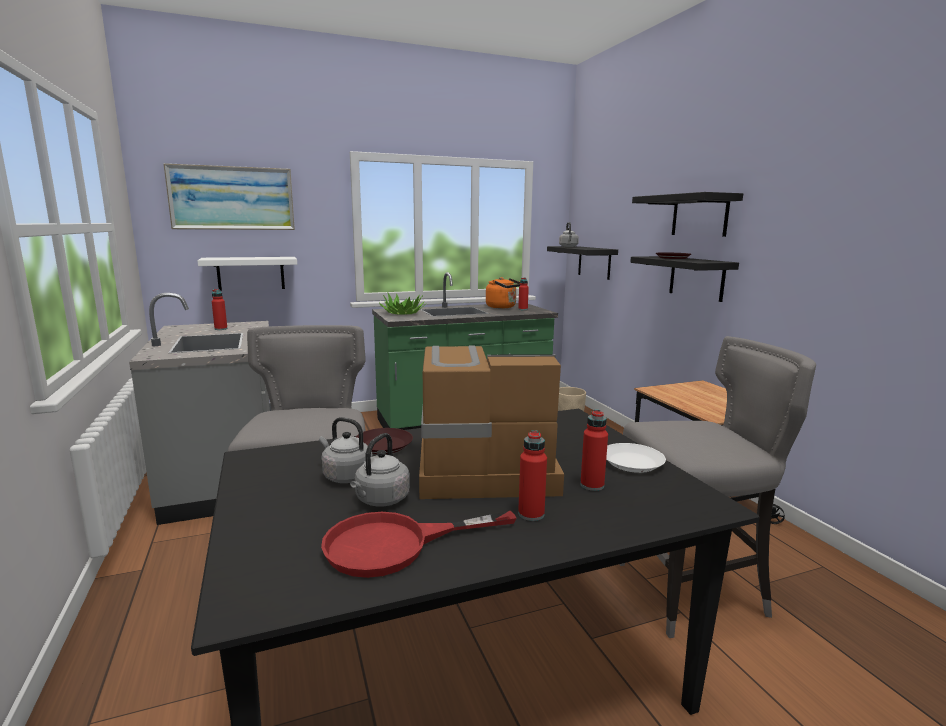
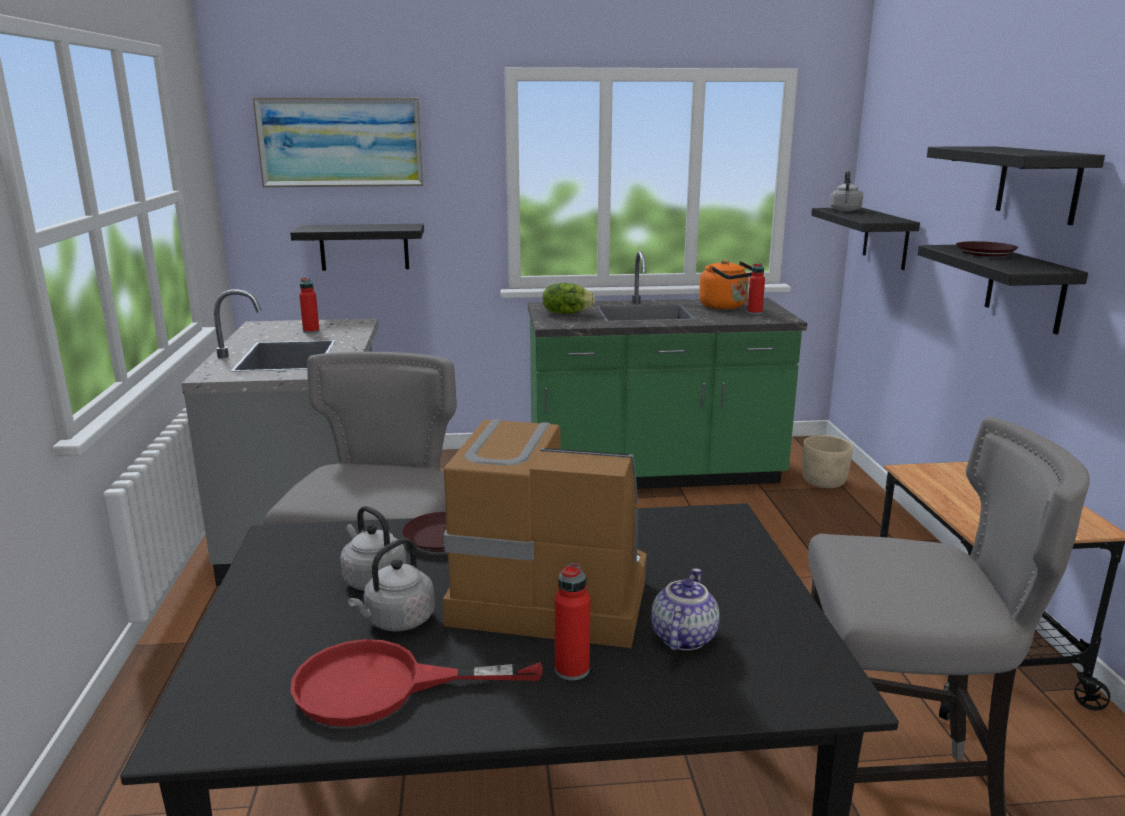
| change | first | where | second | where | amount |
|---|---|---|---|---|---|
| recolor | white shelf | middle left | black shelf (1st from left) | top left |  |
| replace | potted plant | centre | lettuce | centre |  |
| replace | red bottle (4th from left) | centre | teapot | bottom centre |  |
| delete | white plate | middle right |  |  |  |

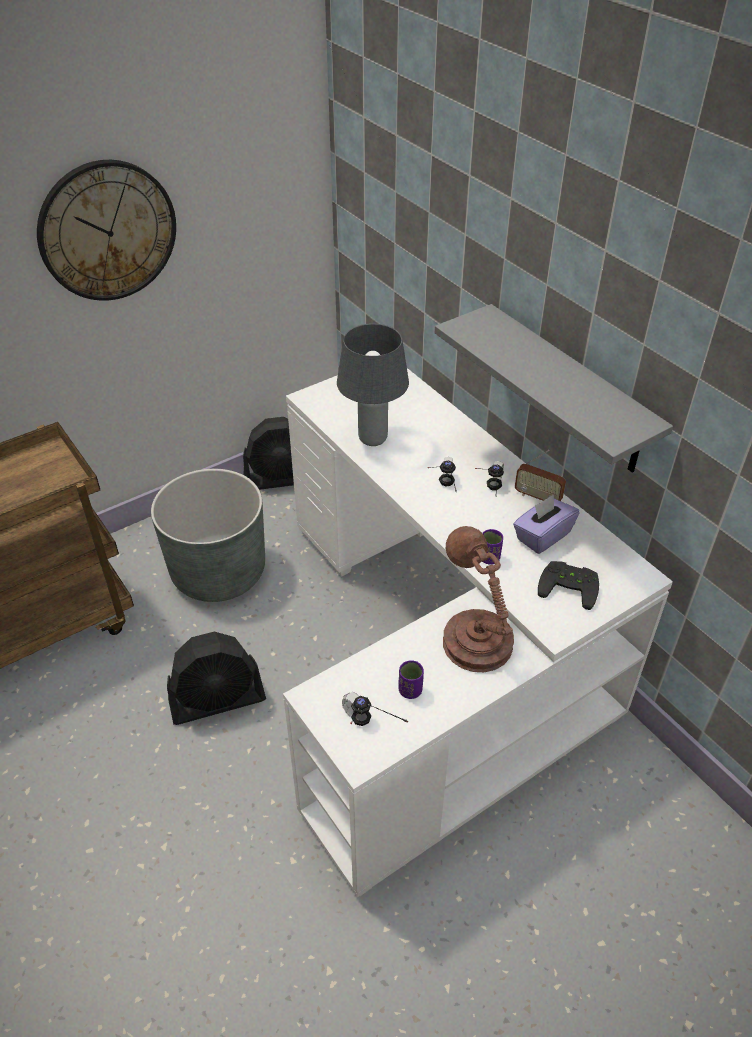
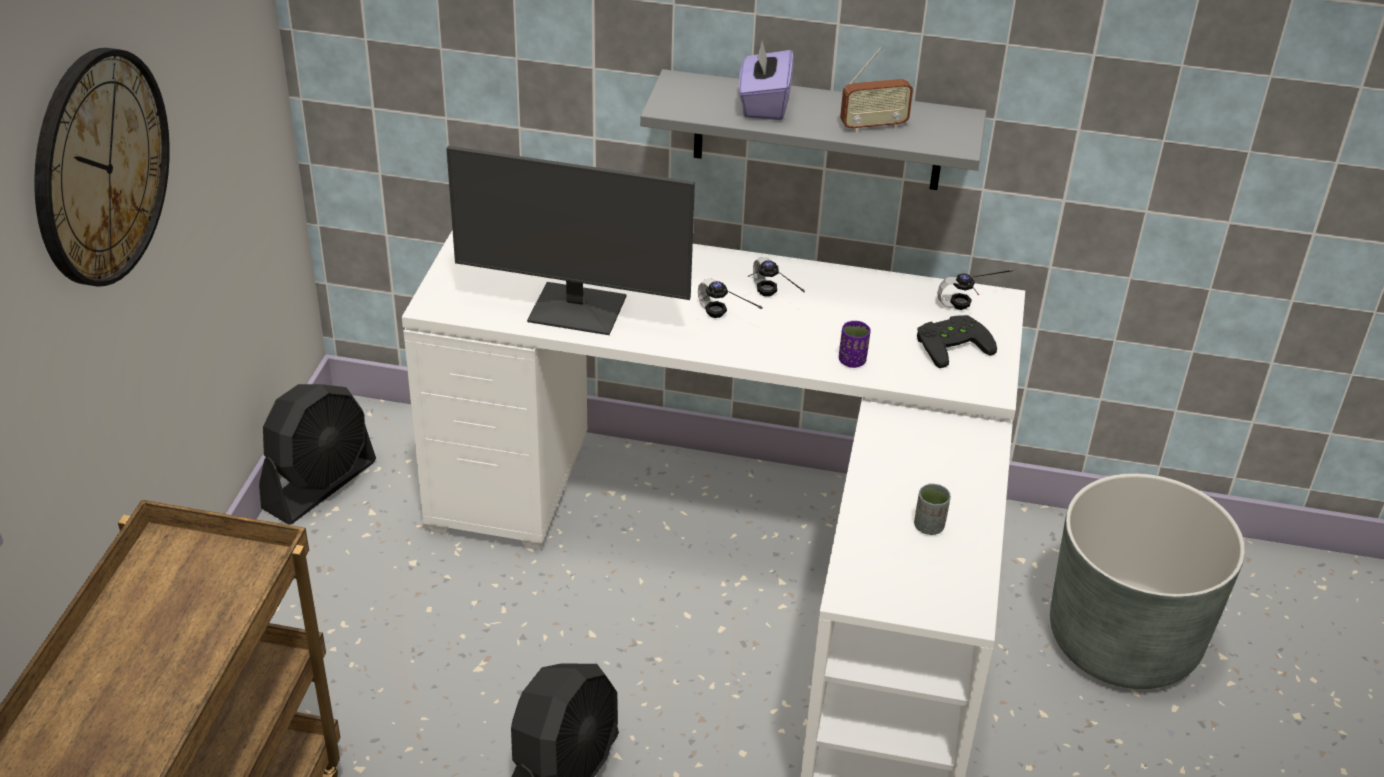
| change | first | where | second | where | amount |
|---|---|---|---|---|---|
| move | grey planter | middle left |  | bottom right |  |
| replace | grey table lamp | centre | monitor | top centre |  |
| move | headphones (1st from left in the first image) | bottom centre | headphones (3rd from left) | middle right |  |
| recolor | purple cup (1st from left) | centre | grey cup | middle right |  |
| delete | brown table lamp | centre |  |  |  |
| move | purple tissue box | middle right |  | top centre |  |
| move | radio | middle right |  | top centre |  |

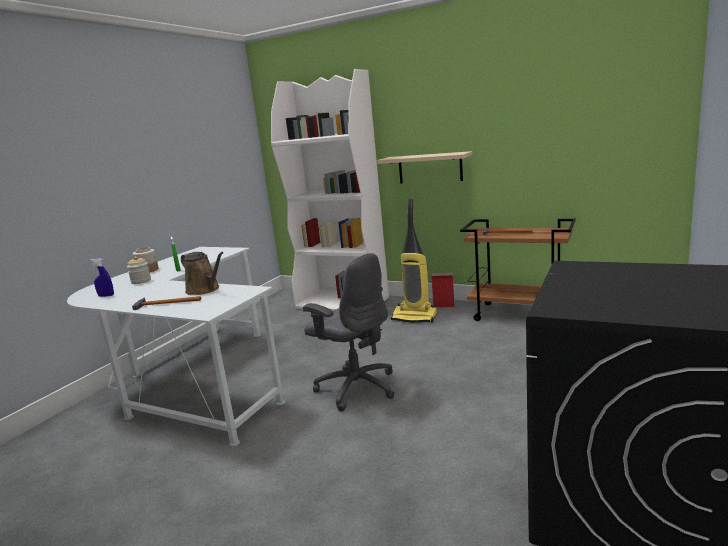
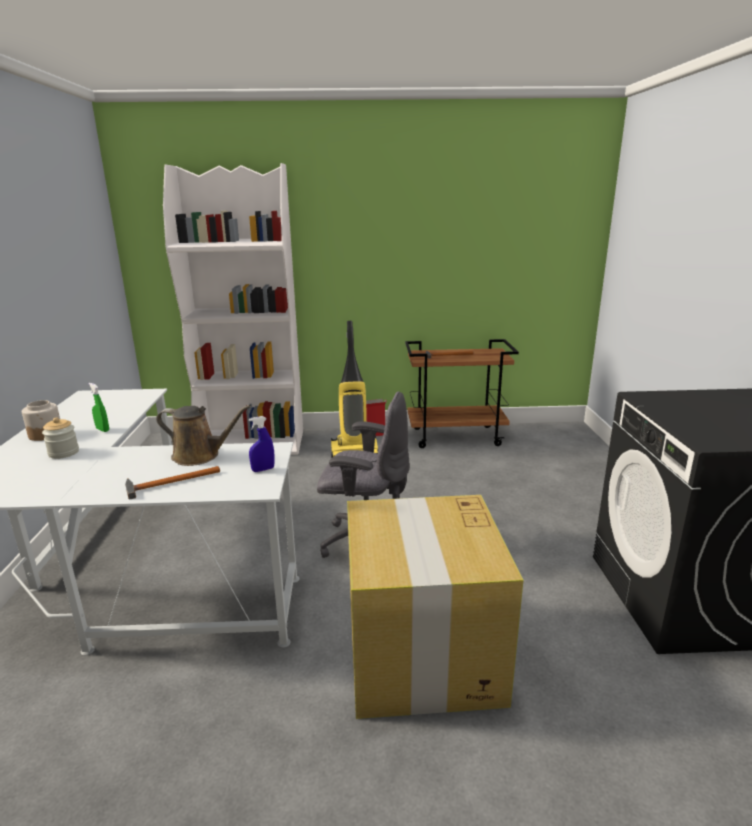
| change | first | where | second | where | amount |
|---|---|---|---|---|---|
| move | blue spray bottle | middle left |  | centre |  |
| delete | beige shelf | top centre |  |  |  |
| insert |  |  | cardboard box (2nd from left) | bottom centre |  |

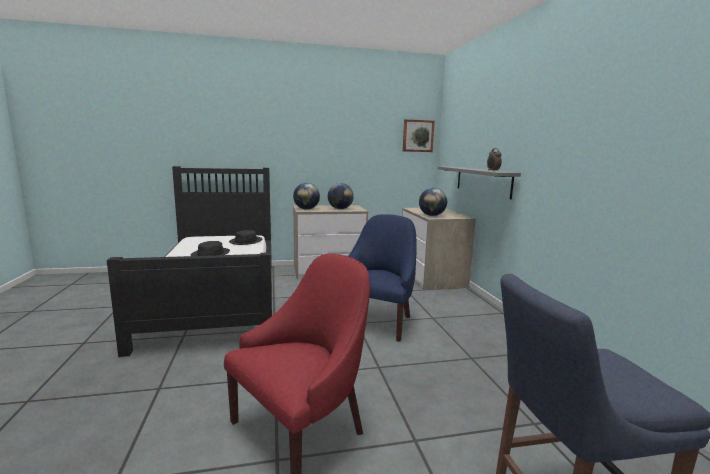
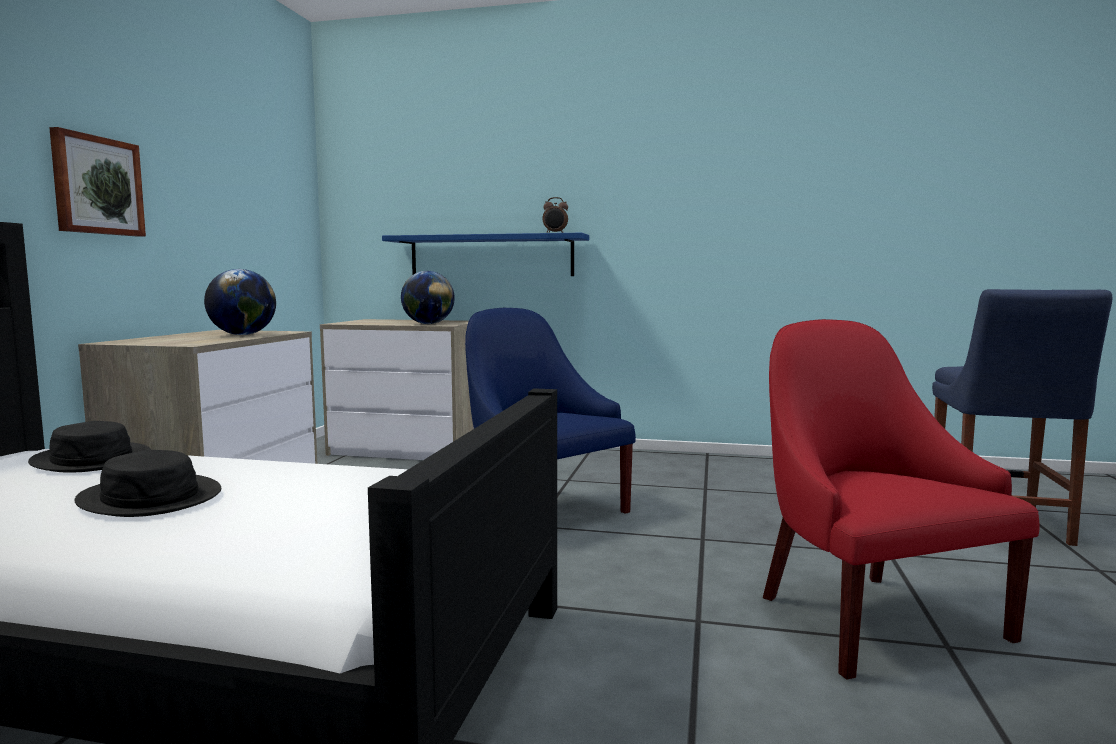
| change | first | where | second | where | amount |
|---|---|---|---|---|---|
| delete | globe (1st from left) | centre |  |  |  |
| move | picture | top centre |  | top left |  |
| recolor | grey shelf | middle right | blue shelf | centre |  |

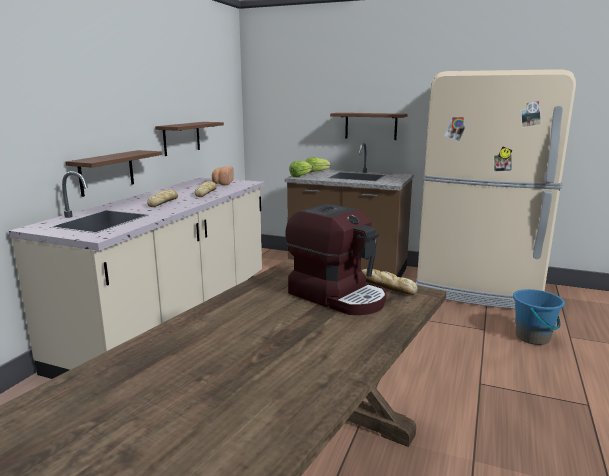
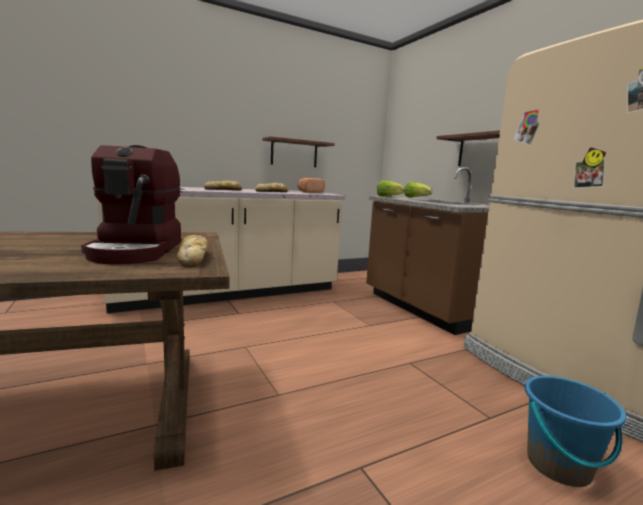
| change | first | where | second | where | amount |
|---|---|---|---|---|---|
| delete | shelf (1st from left) | middle left |  |  |  |

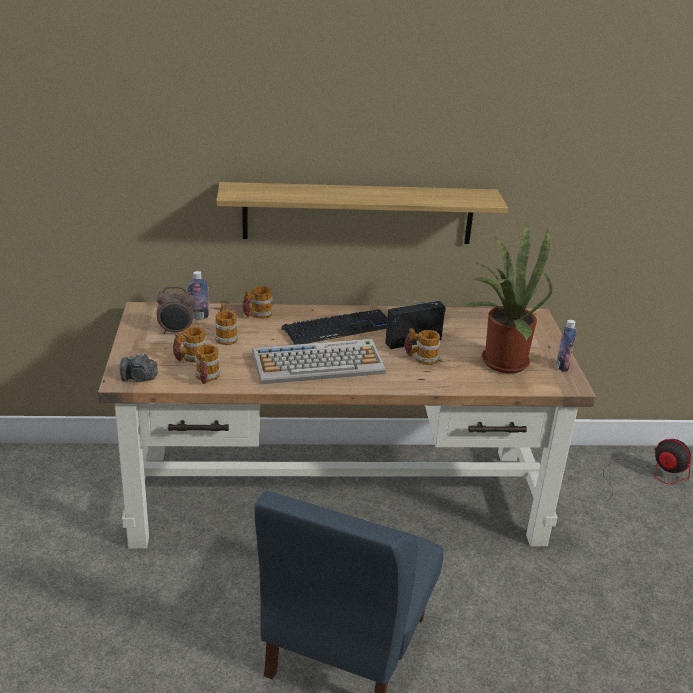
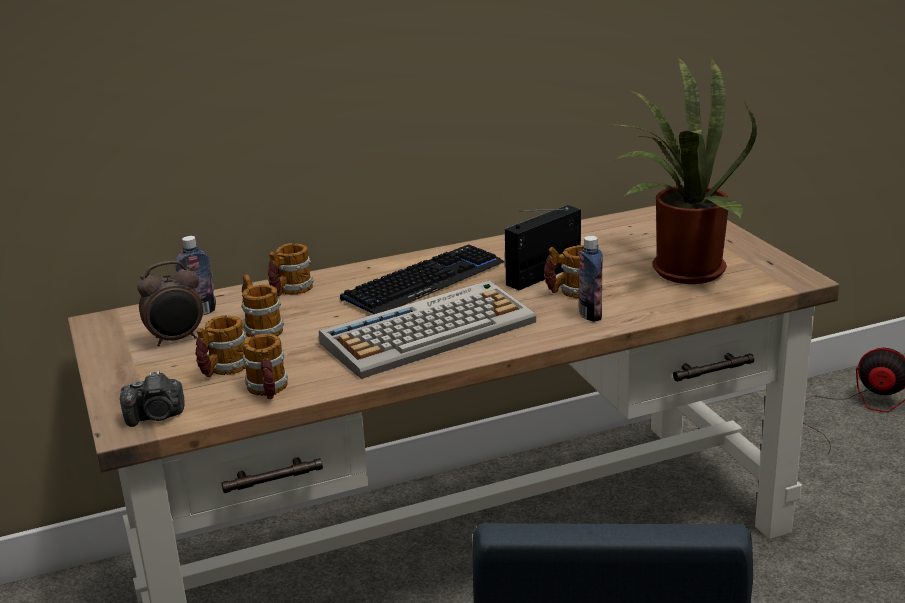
| change | first | where | second | where | amount |
|---|---|---|---|---|---|
| delete | shelf | top centre |  |  |  |
| move | bottle (2nd from left) | middle right |  | centre |  |

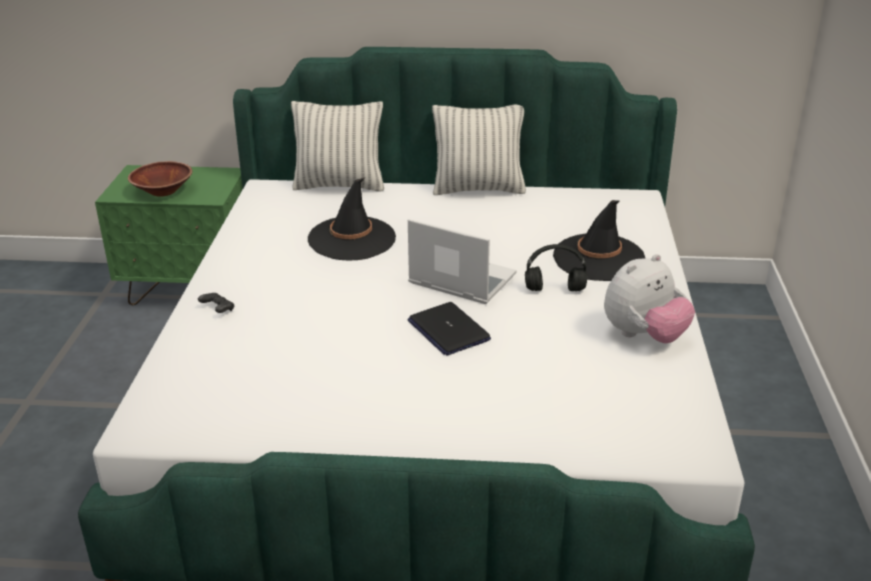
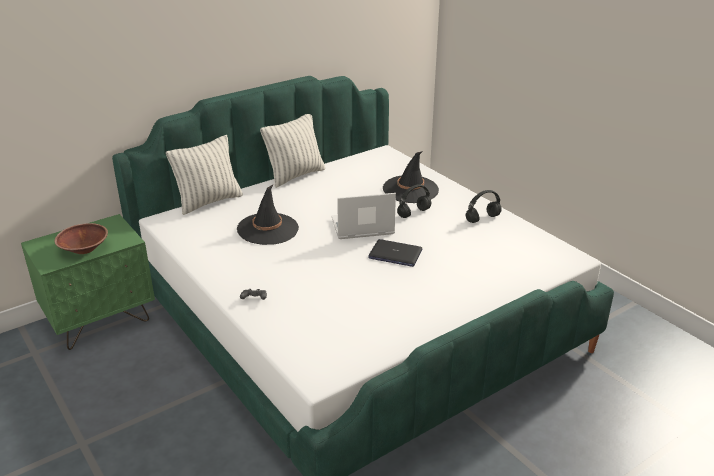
| change | first | where | second | where | amount |
|---|---|---|---|---|---|
| replace | plush toy | middle right | black headphones (2nd from left) | middle right |  |

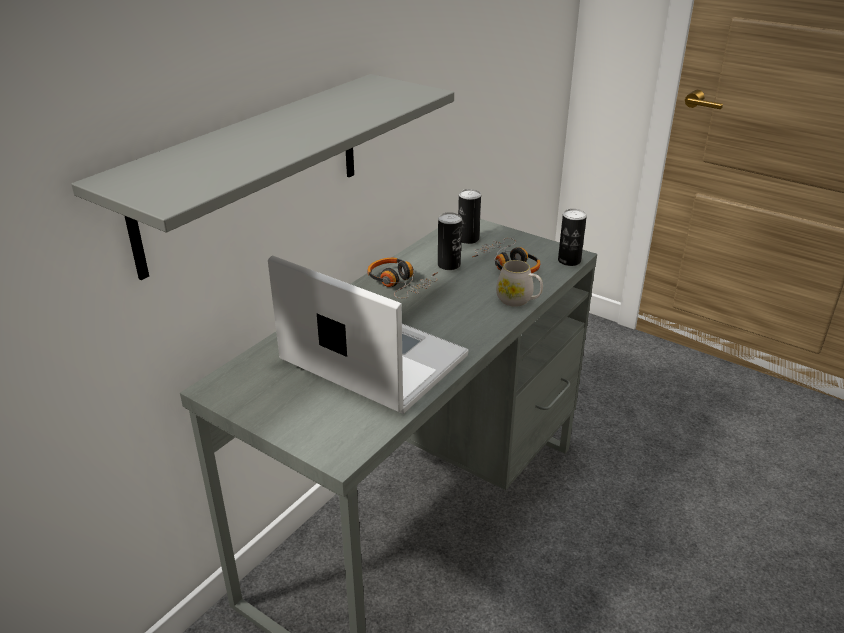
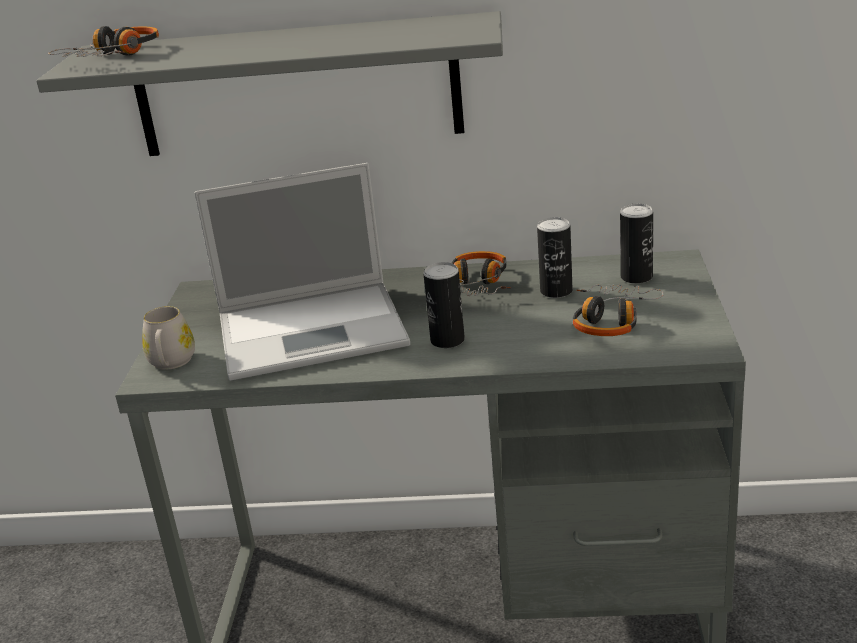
| change | first | where | second | where | amount |
|---|---|---|---|---|---|
| rotate | laptop | centre |  | centre | 75 degrees clockwise |
| move | white mug | centre |  | middle left |  |
| move | can (3rd from left in the first image) | middle right | can (1st from left) | centre |  |
| insert |  |  | headphones (1st from left) | top left |  |

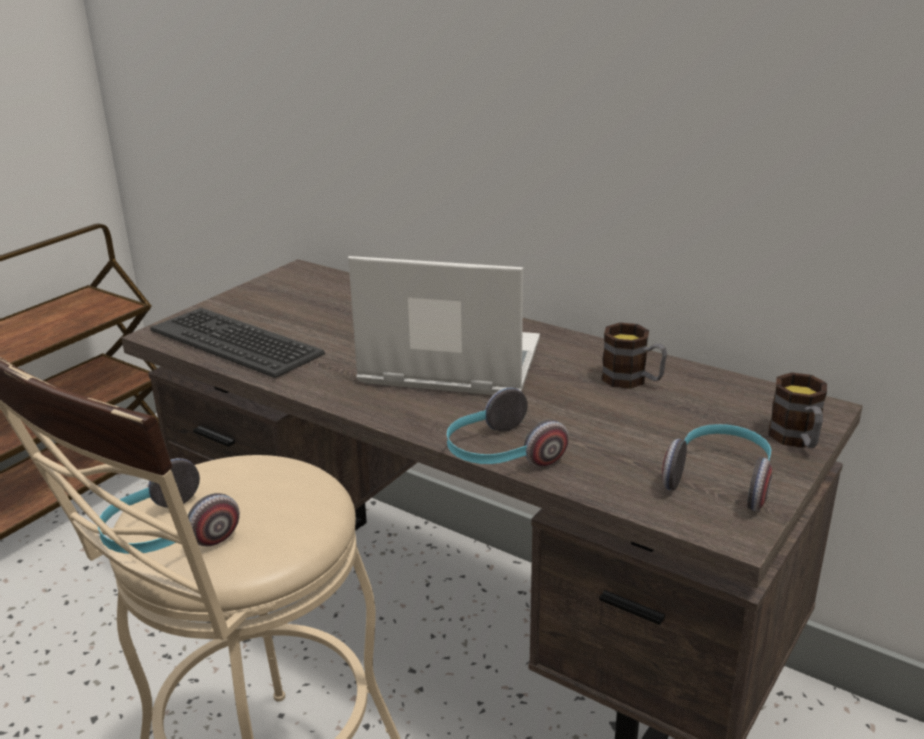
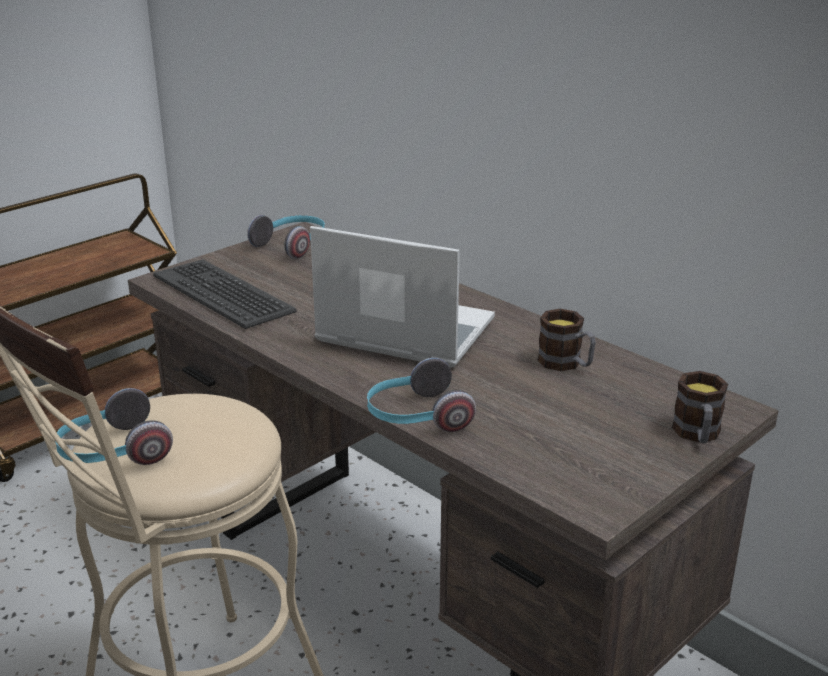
| change | first | where | second | where | amount |
|---|---|---|---|---|---|
| move | headphones (3rd from left in the first image) | middle right | headphones (2nd from left) | centre |  |

